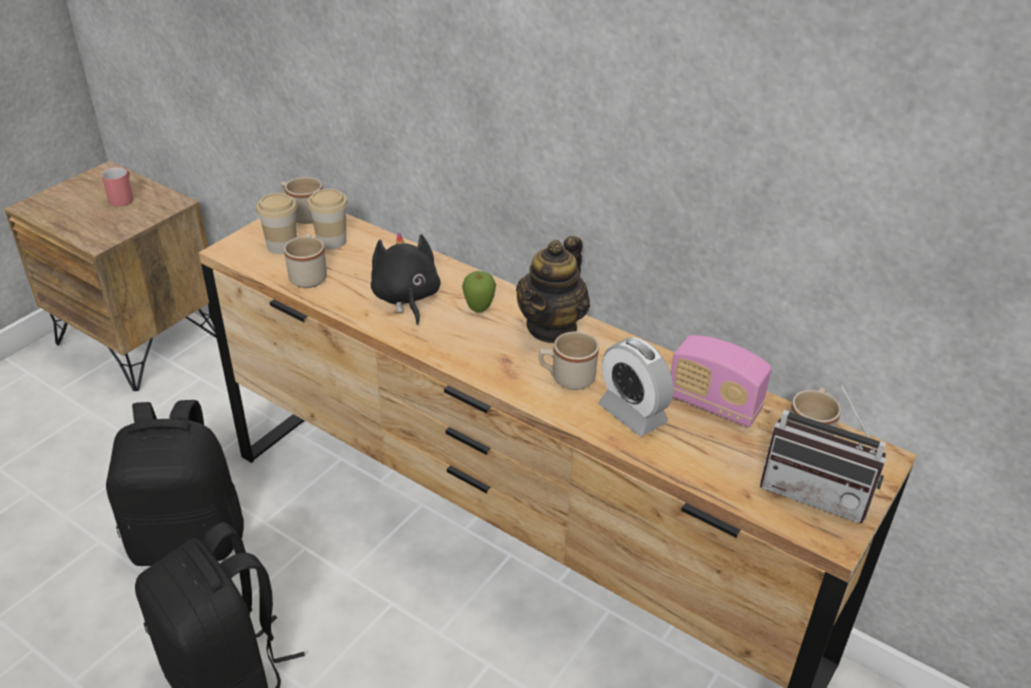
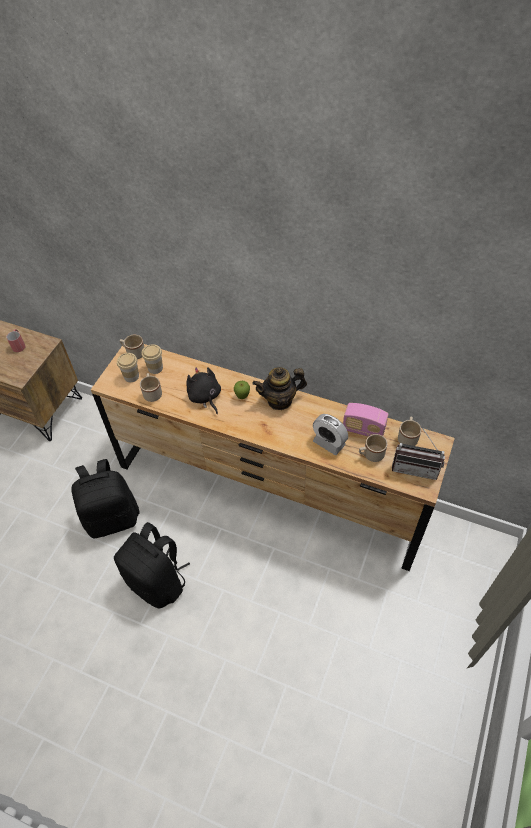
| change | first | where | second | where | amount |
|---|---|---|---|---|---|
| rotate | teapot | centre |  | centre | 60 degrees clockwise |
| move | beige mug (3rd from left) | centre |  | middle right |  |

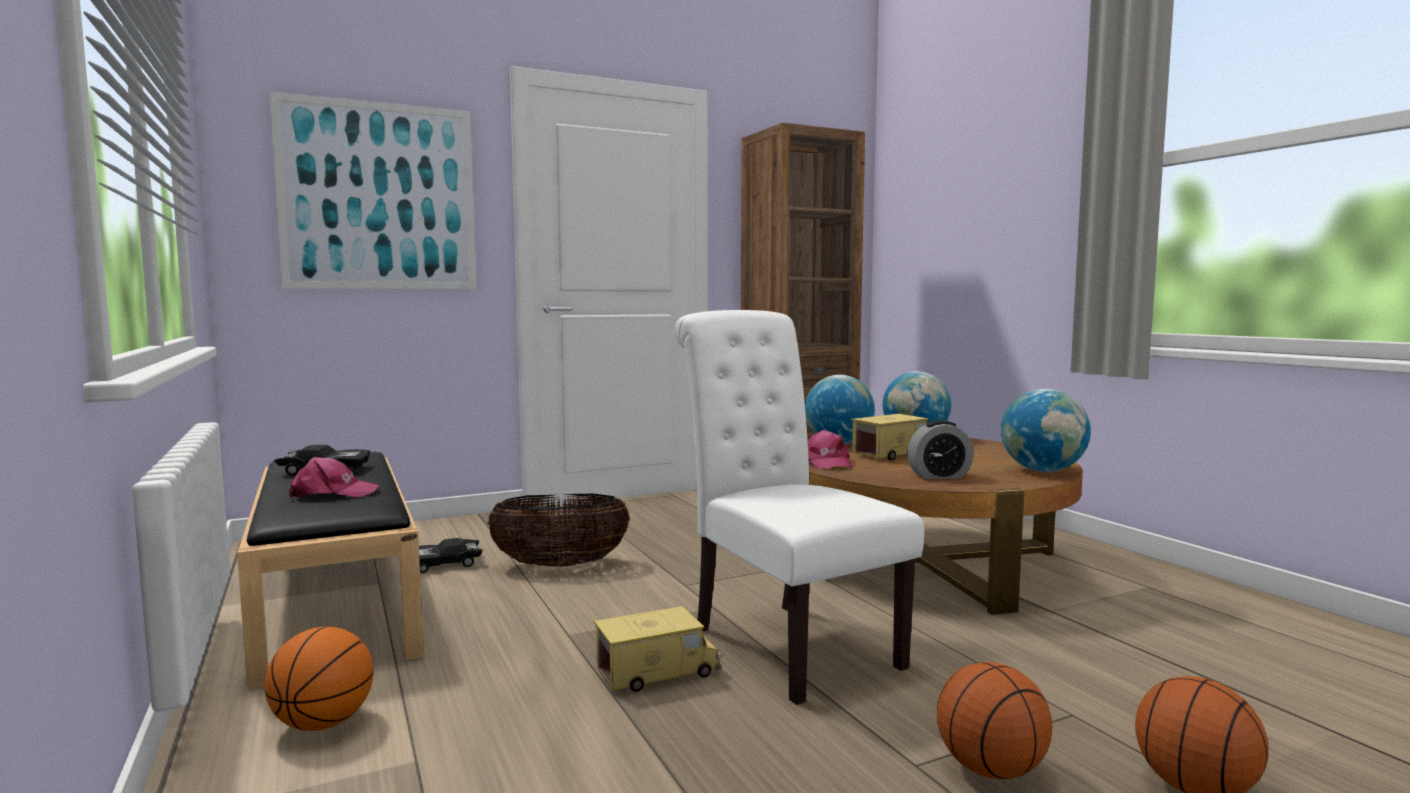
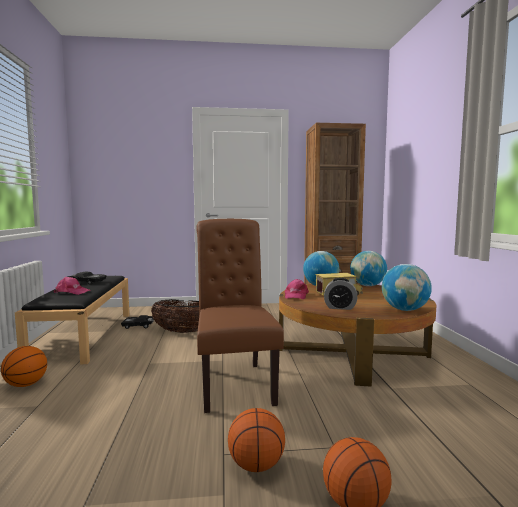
| change | first | where | second | where | amount |
|---|---|---|---|---|---|
| delete | picture | top left |  |  |  |
| delete | toy truck (1st from left) | bottom centre |  |  |  |
| recolor | white chair | centre | brown chair | centre |  |

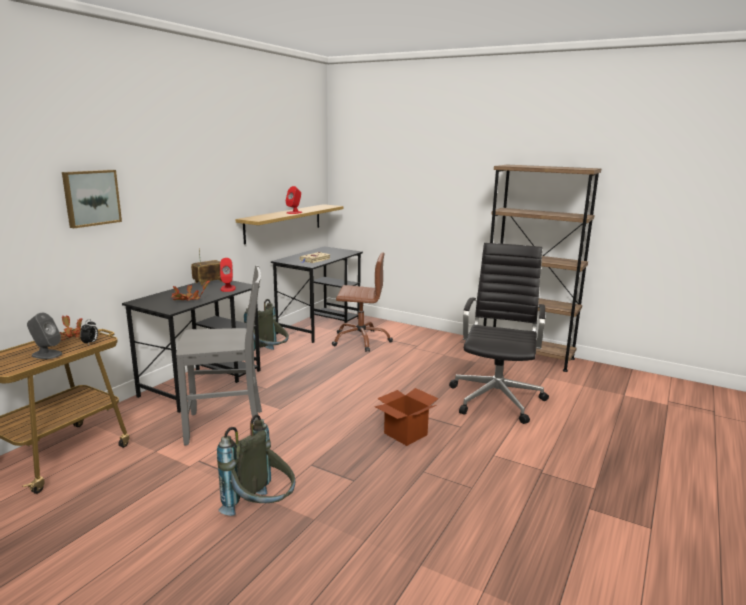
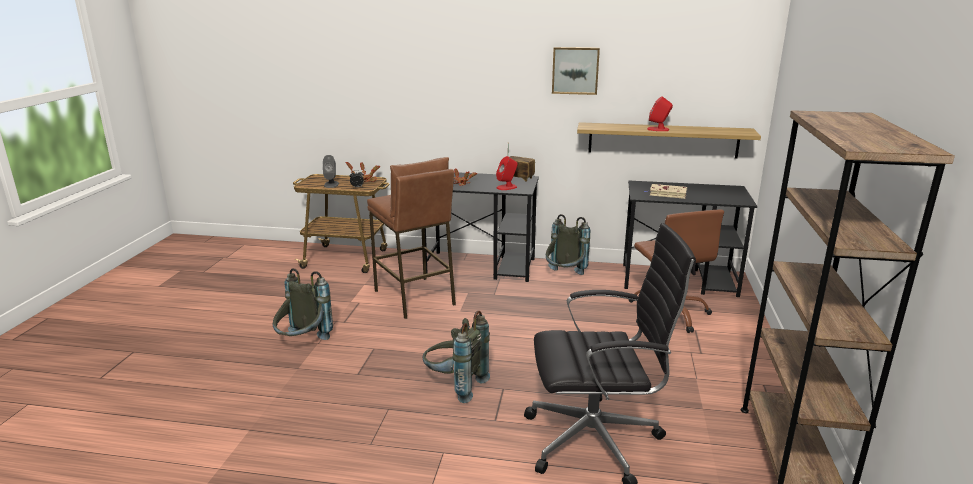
| change | first | where | second | where | amount |
|---|---|---|---|---|---|
| move | picture | top left |  | top centre |  |
| replace | grey chair | middle left | brown stool | centre |  |
| replace | cardboard box | bottom centre | grey backpack (2nd from left) | bottom centre |  |

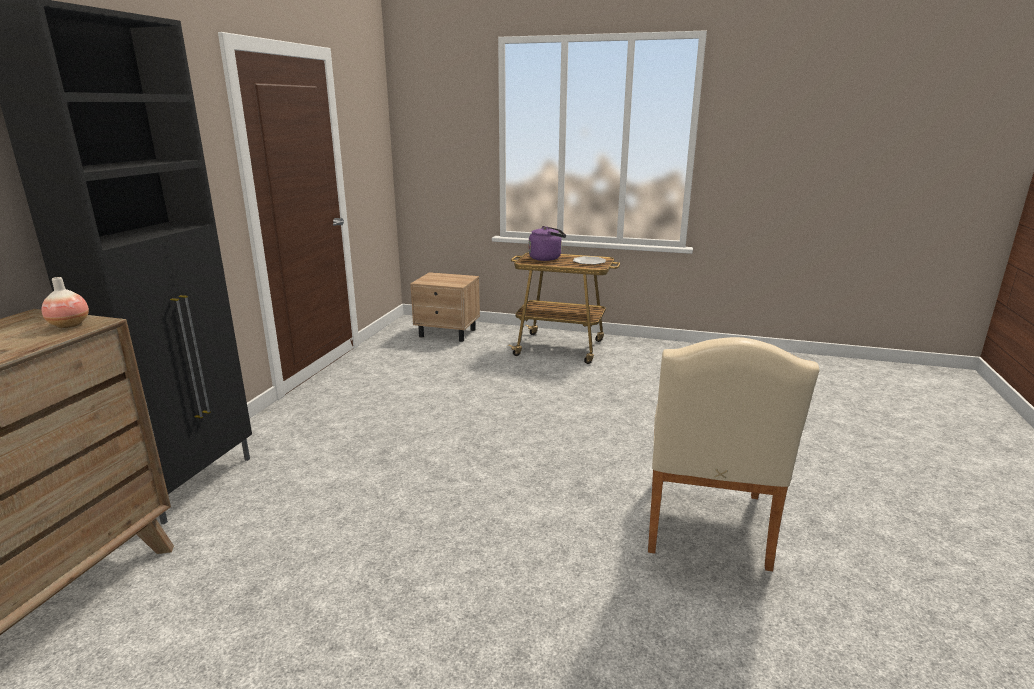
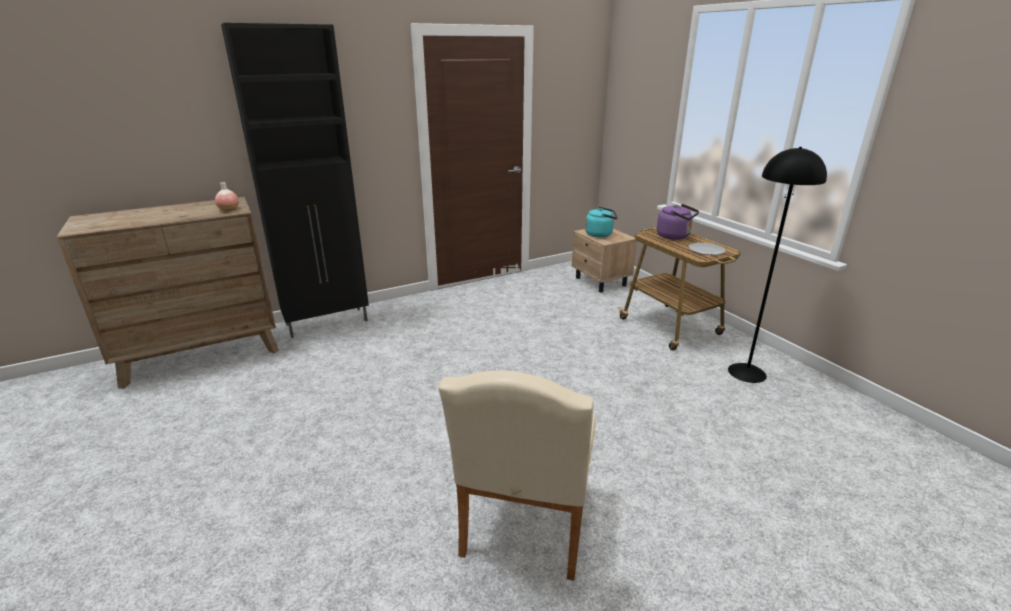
| change | first | where | second | where | amount |
|---|---|---|---|---|---|
| rotate | beige chair | middle right |  | bottom centre | 45 degrees counterclockwise |
| insert |  |  | turquoise kettle | centre |  |
| insert |  |  | black floor lamp | middle right |  |

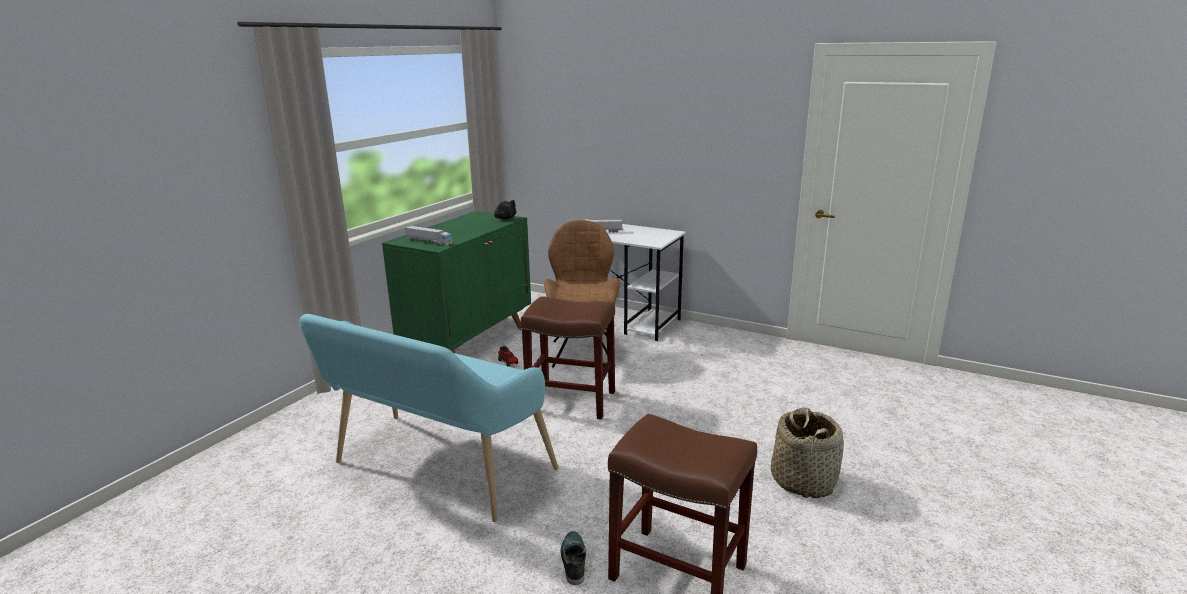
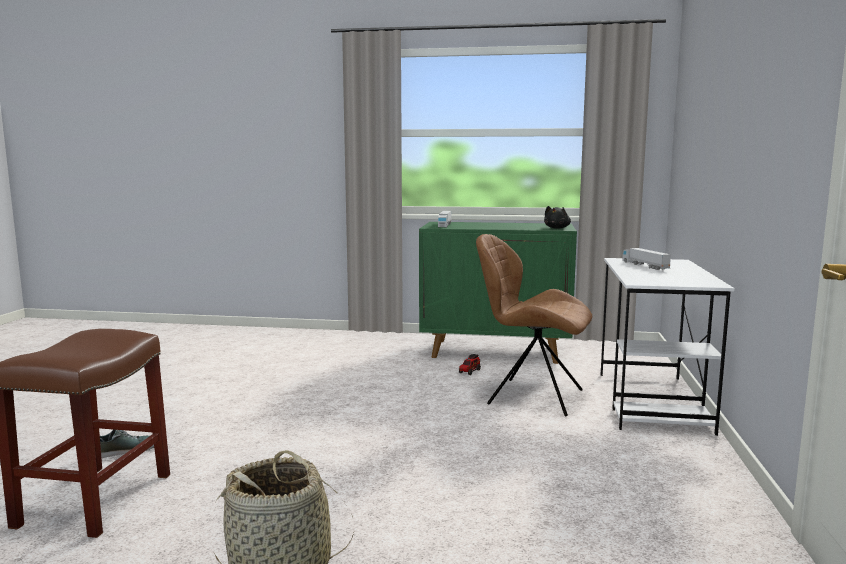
| change | first | where | second | where | amount |
|---|---|---|---|---|---|
| delete | turquoise bench | bottom centre |  |  |  |
| delete | brown stool (1st from left) | centre |  |  |  |
| rotate | brown chair | centre |  | centre | 135 degrees counterclockwise |

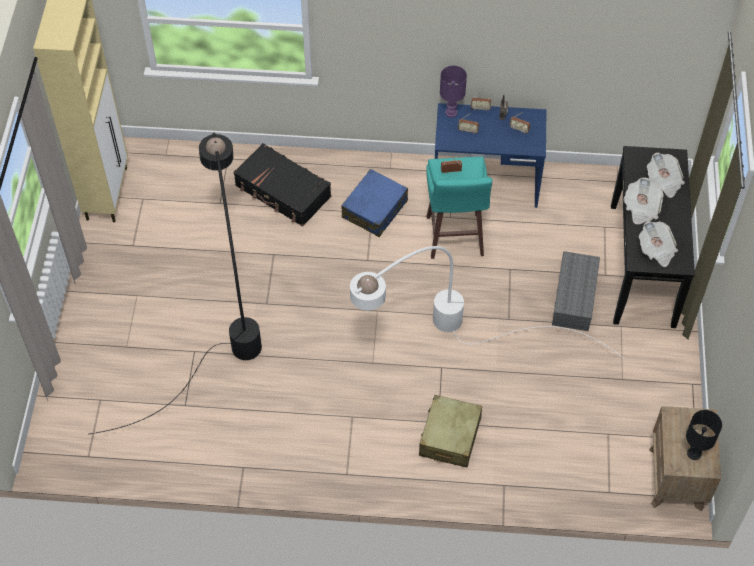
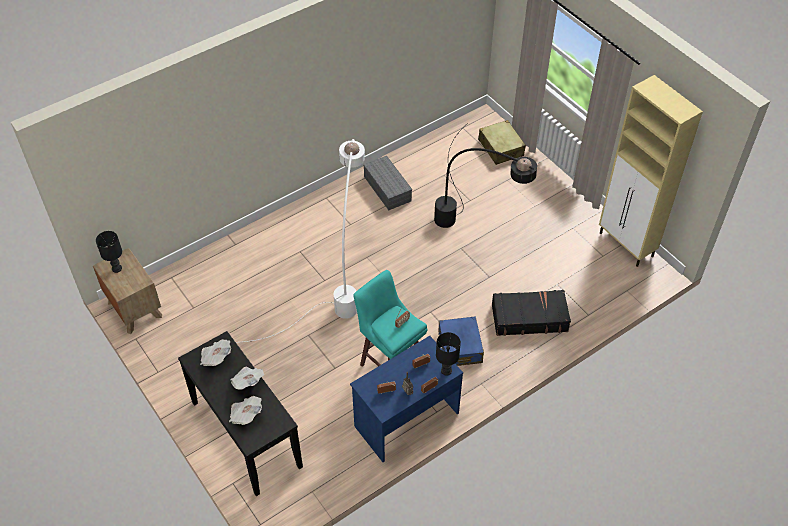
| change | first | where | second | where | amount |
|---|---|---|---|---|---|
| move | beige suitcase | bottom centre |  | top centre |  |
| recolor | purple table lamp | top centre | black table lamp (2nd from left) | bottom centre |  |
| move | grey storage box | middle right |  | centre |  |

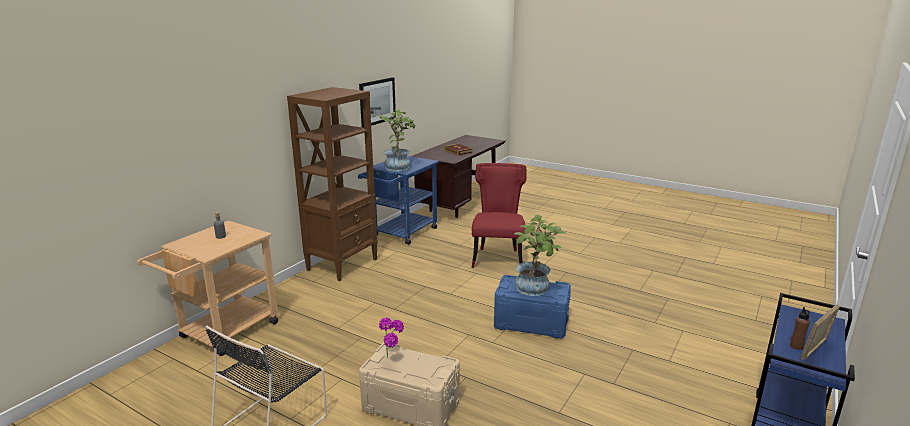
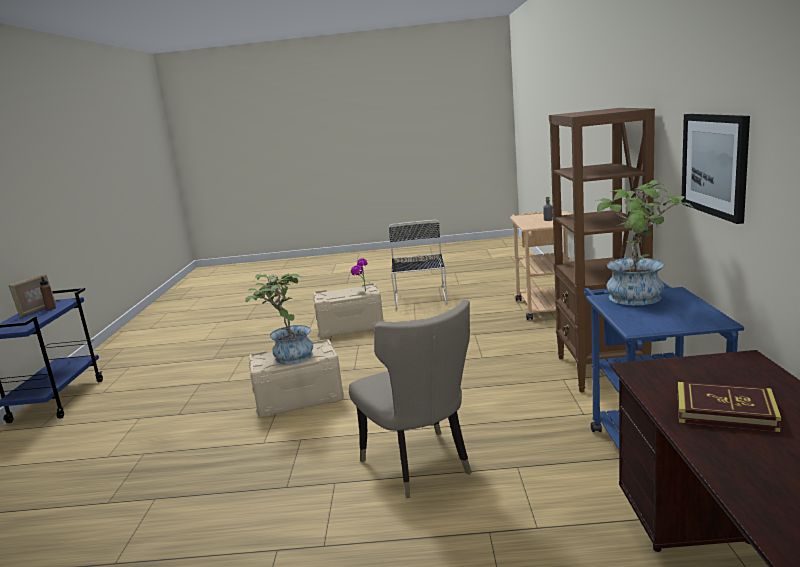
| change | first | where | second | where | amount |
|---|---|---|---|---|---|
| recolor | red chair | centre | beige chair | bottom centre |  |
| recolor | blue storage box | bottom centre | beige storage box (1st from left) | bottom centre |  |

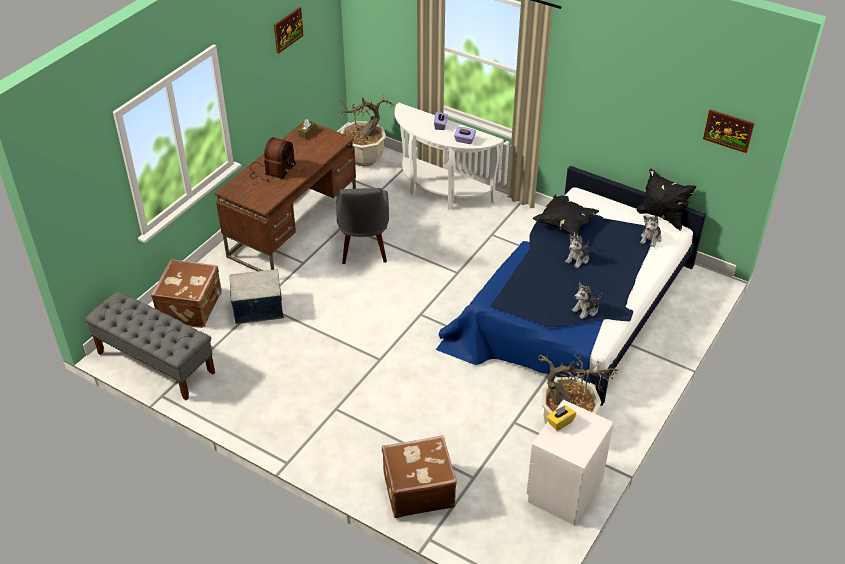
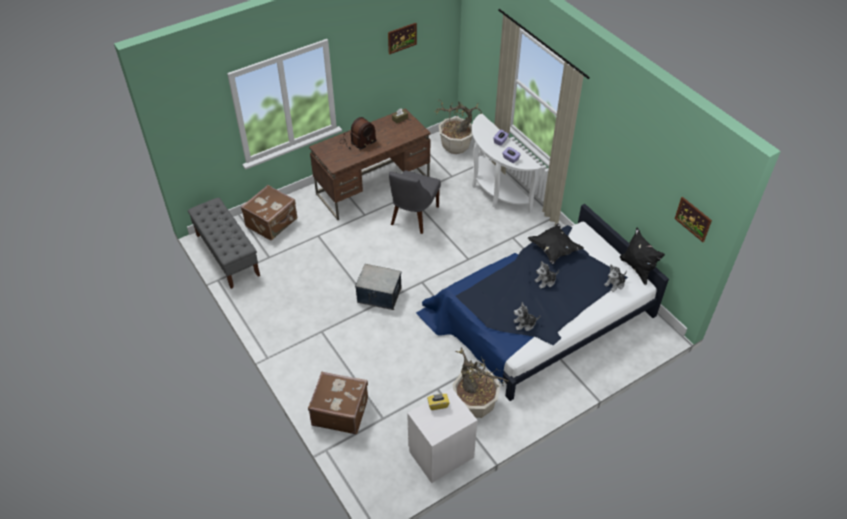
| change | first | where | second | where | amount |
|---|---|---|---|---|---|
| move | storage box | middle left |  | centre |  |

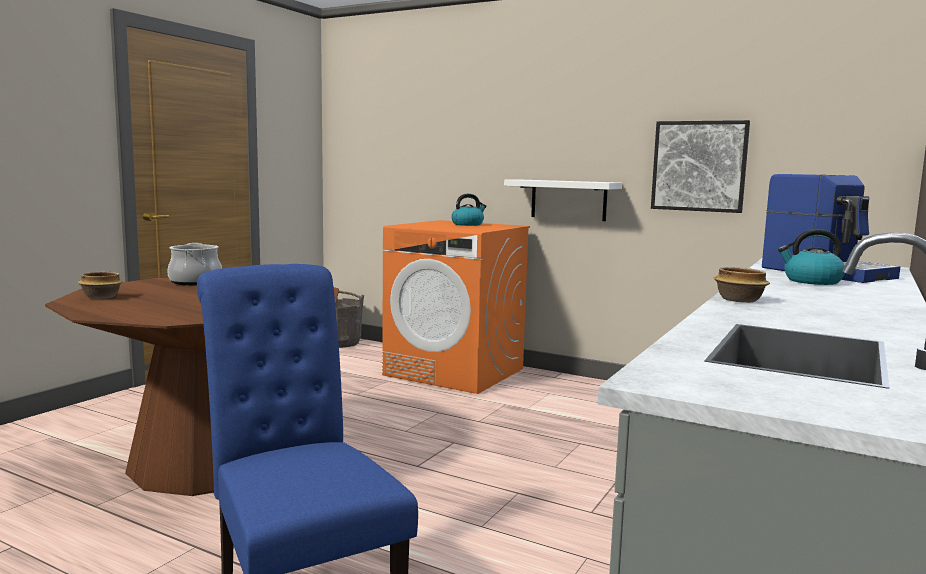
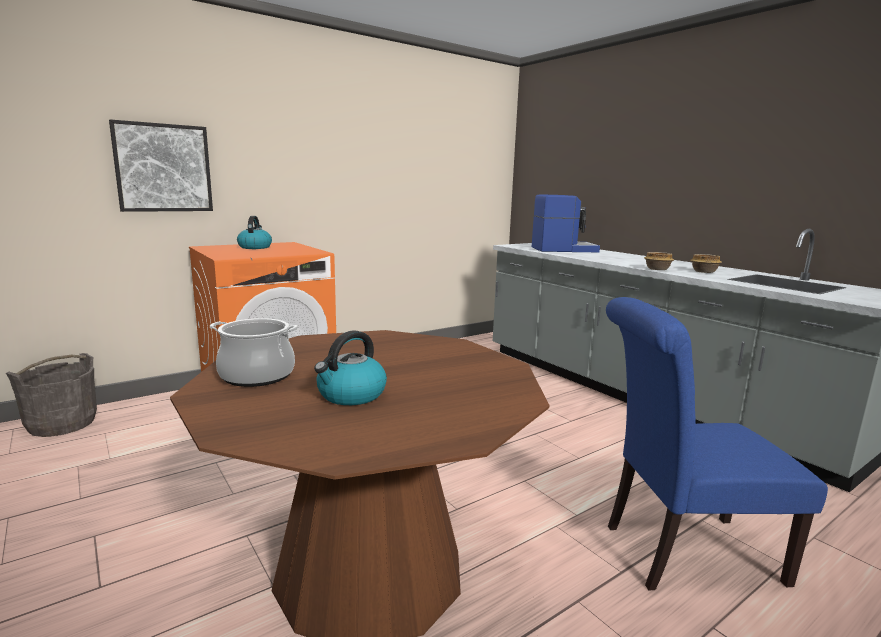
| change | first | where | second | where | amount |
|---|---|---|---|---|---|
| move | bowl (1st from left in the first image) | middle left | bowl (2nd from left) | middle right |  |
| delete | white shelf | centre |  |  |  |
| move | picture | top right |  | top left |  |
| move | kettle (2nd from left) | middle right |  | centre |  |

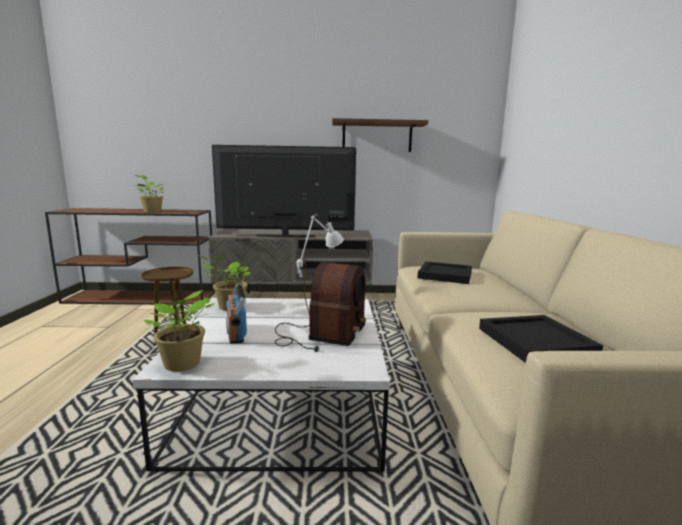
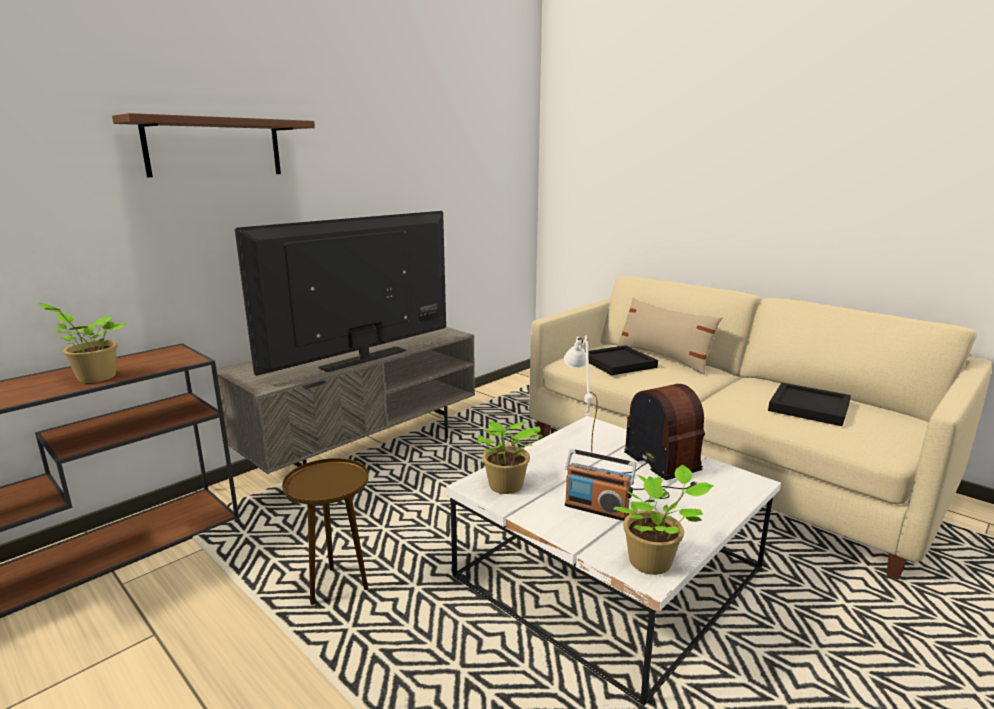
| change | first | where | second | where | amount |
|---|---|---|---|---|---|
| move | brown shelf | top centre |  | top left |  |
| insert |  |  | beige pillow | middle right |  |

